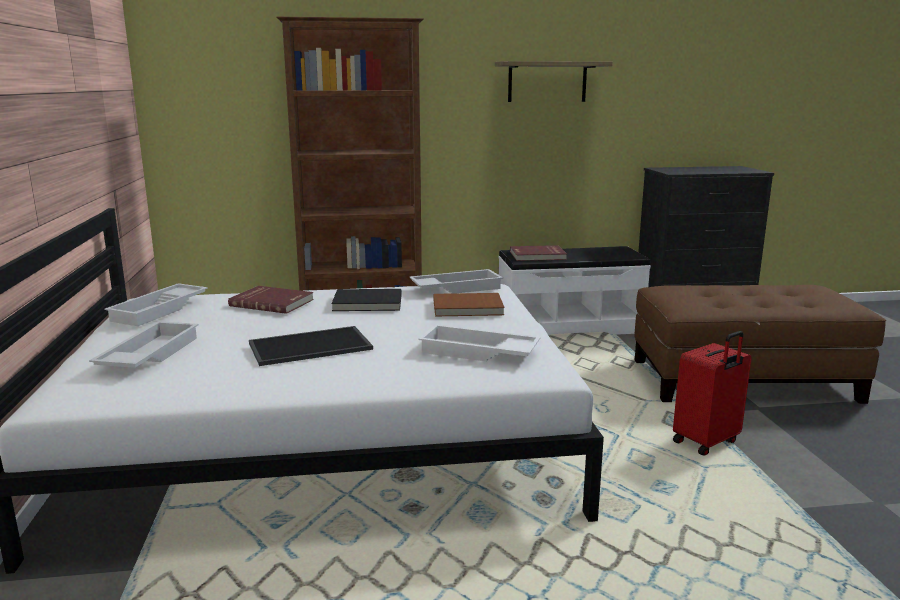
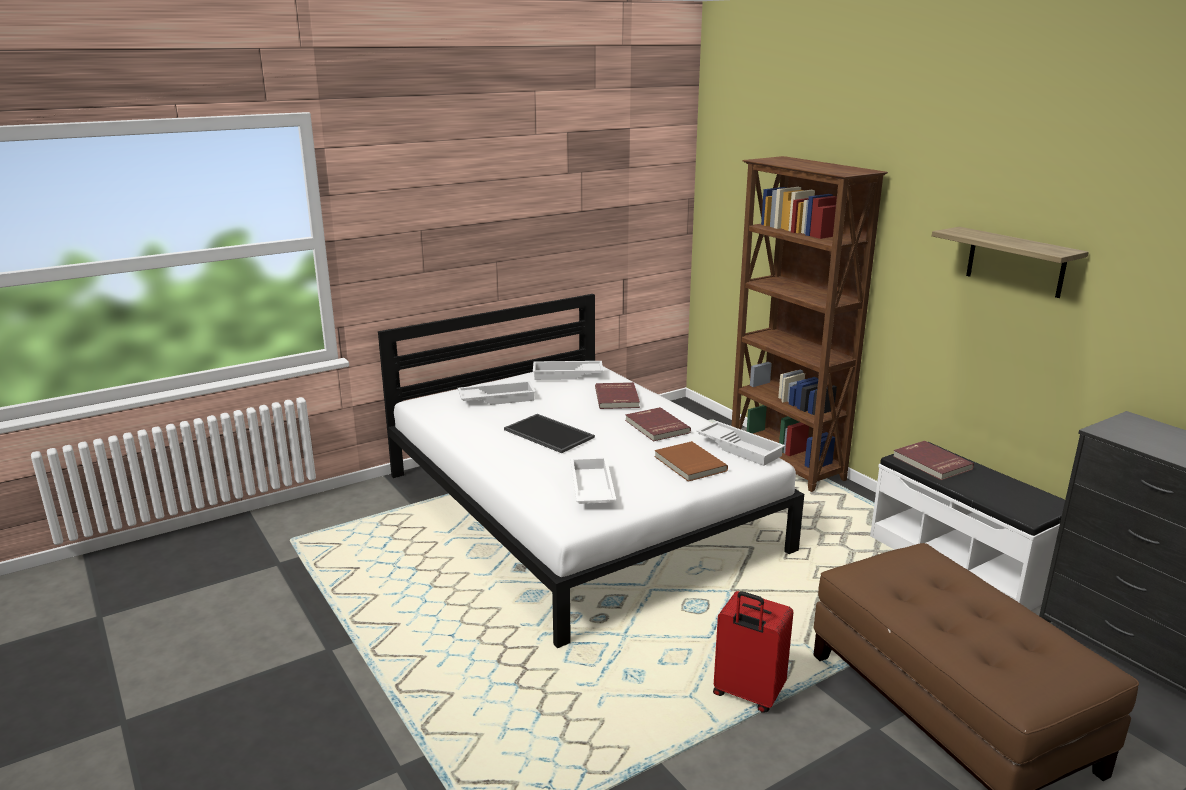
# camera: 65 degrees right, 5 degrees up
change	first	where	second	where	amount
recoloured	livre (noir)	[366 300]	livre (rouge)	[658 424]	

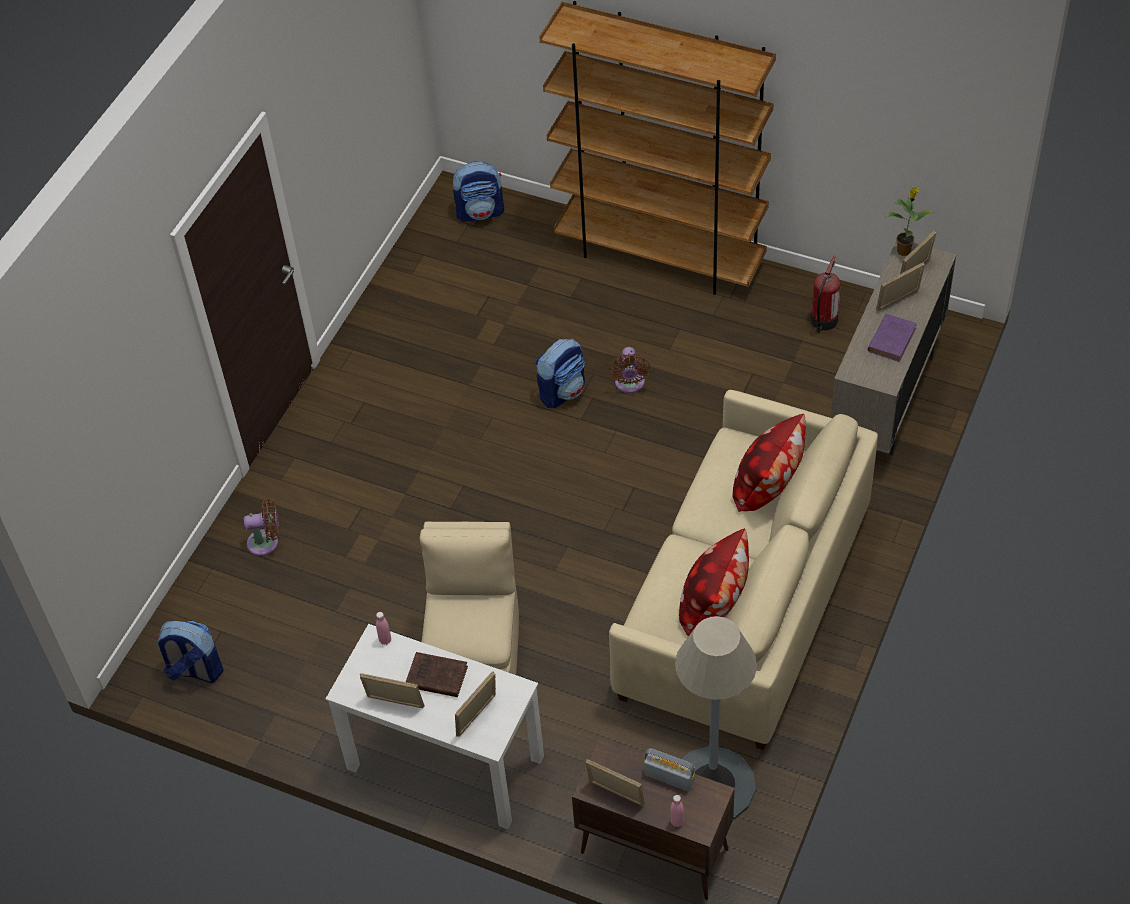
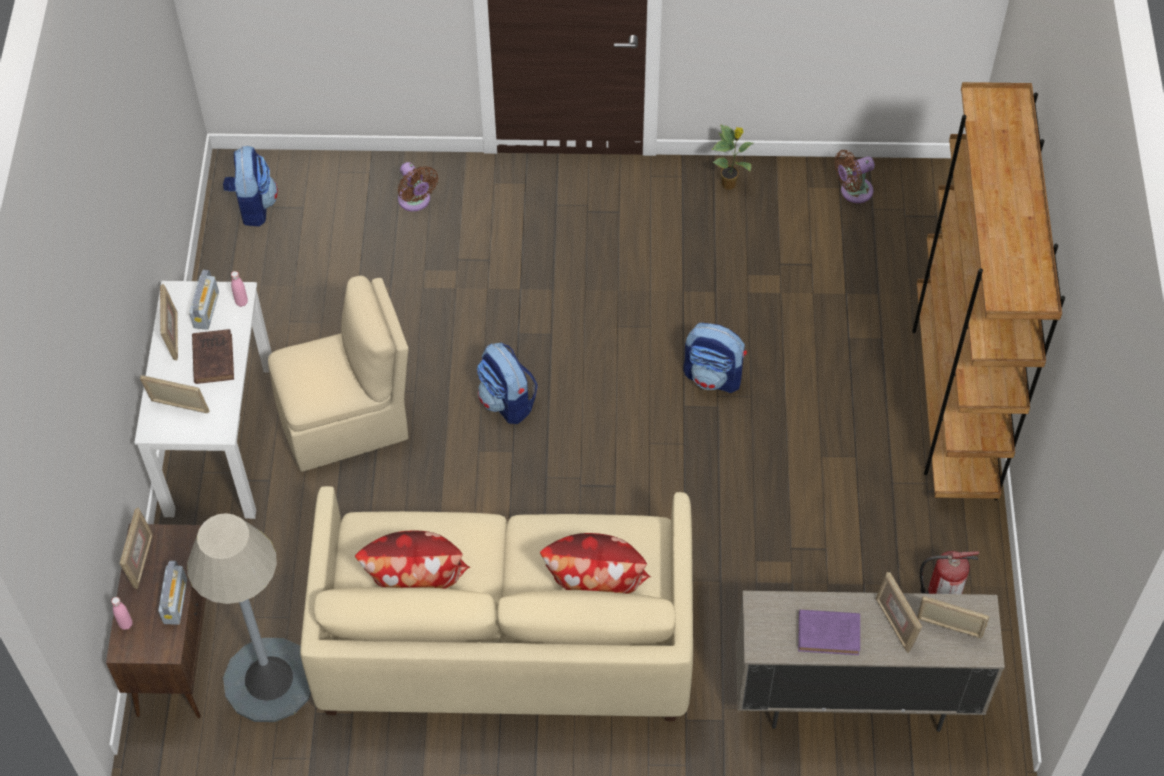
# camera: 65 degrees right, 5 degrees up
change	first	where	second	where	amount
added			radio	[204 300]	
moved	sac à dos	[478 191]		[507 383]	
moved	ventilateur (marron)	[629 370]		[854 176]	
moved	plante en pot	[909 221]		[733 157]	
turned	cadre photo	[900 286]		[899 612]	150 degrees counterclockwise

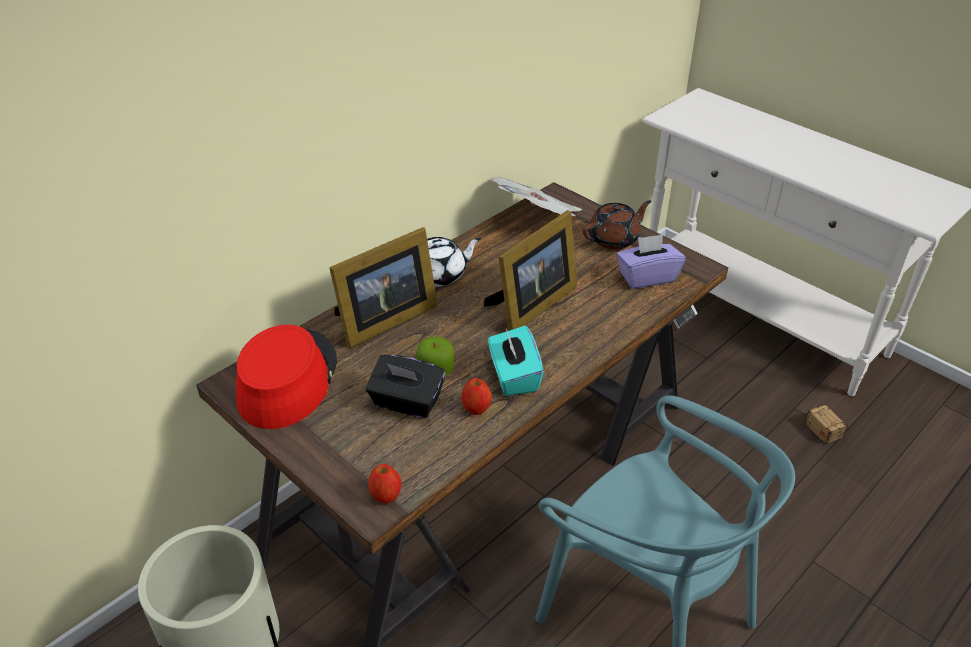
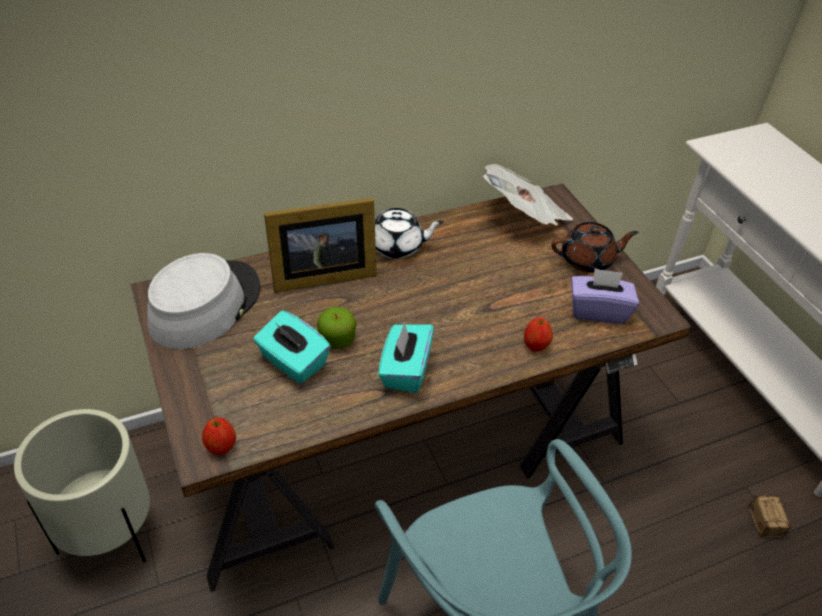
# camera: 20 degrees right, 5 degrees up
change	first	where	second	where	amount
removed	cadre photo	[530 270]			
moved	pomme	[476 396]		[538 335]	
recoloured	chapeau (rouge)	[286 377]	chapeau (gris)	[203 301]	
recoloured	boîte à mouchoirs (noir)	[405 386]	boîte à mouchoirs (turquoise)	[292 347]	

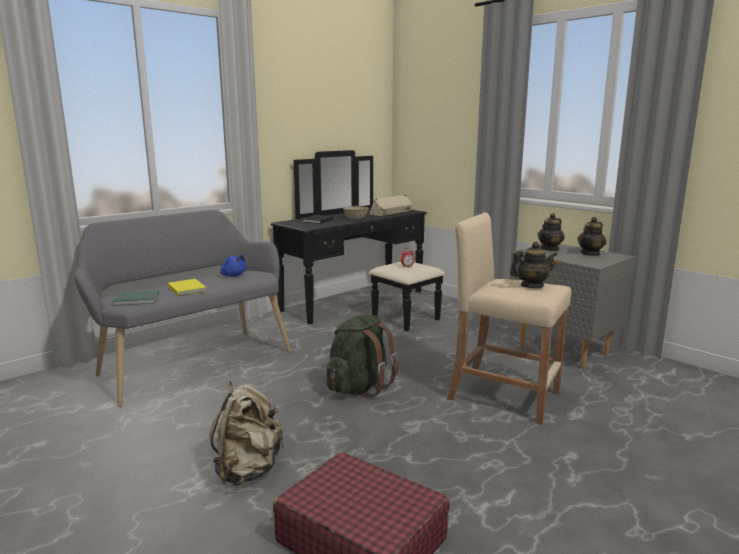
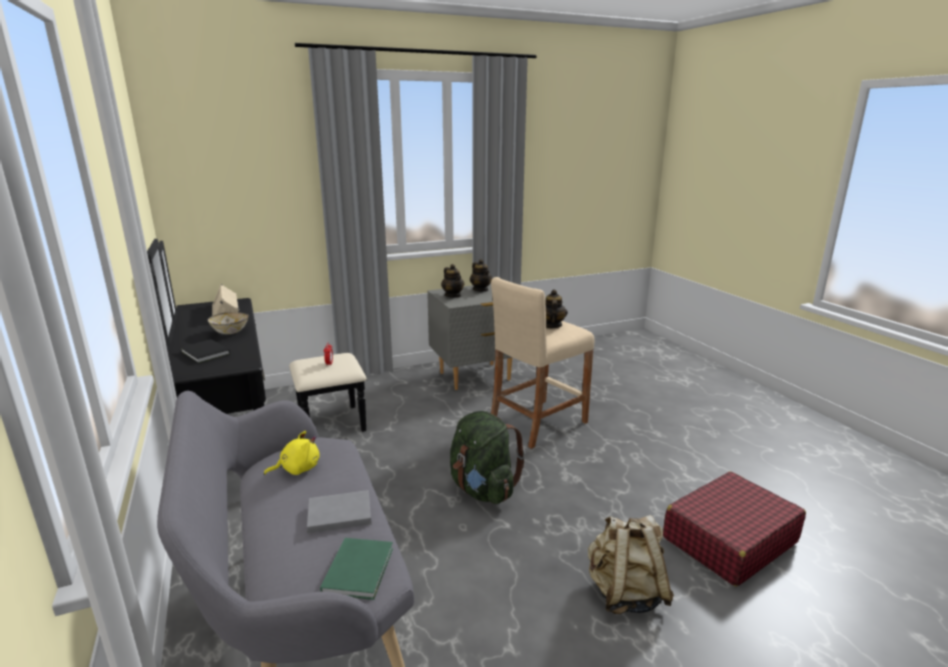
# camera: 70 degrees left, 5 degrees up
change	first	where	second	where	amount
recoloured	livre (jaune)	[187 287]	livre (gris)	[339 512]	
recoloured	peluche (bleu)	[233 266]	peluche (jaune)	[291 453]	

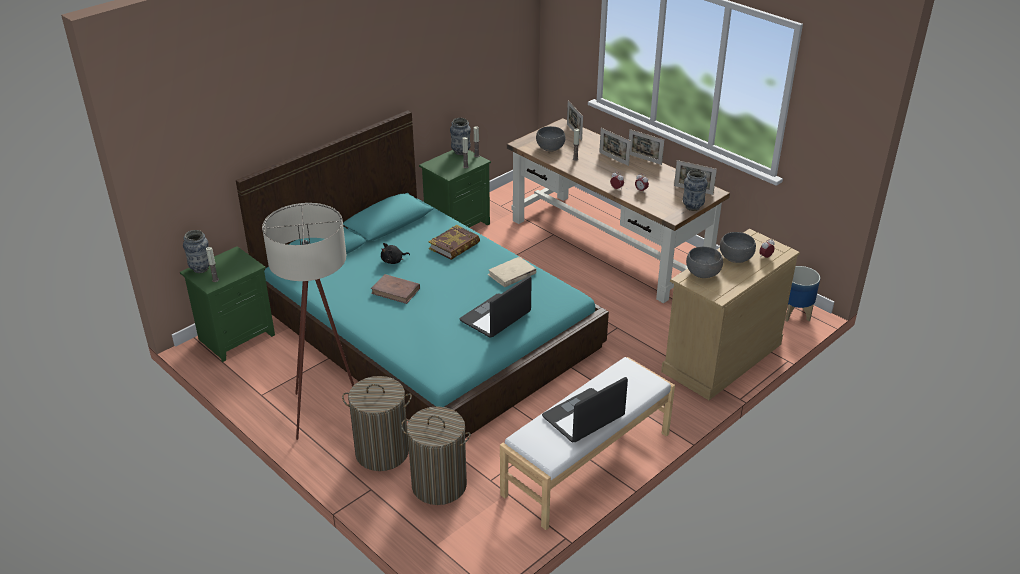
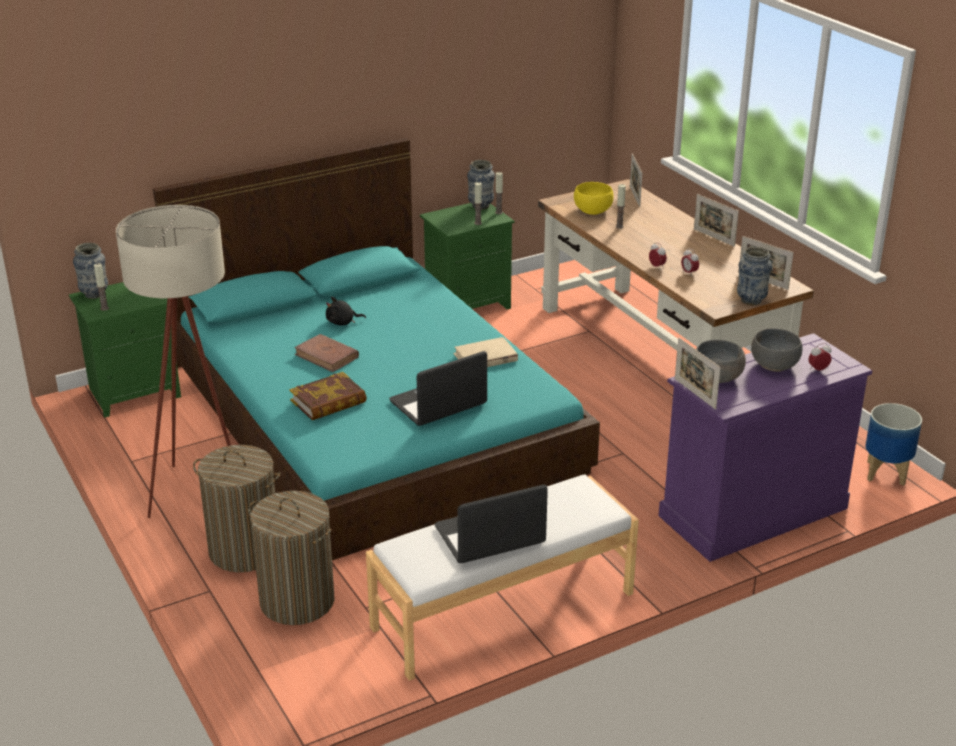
# camera: 15 degrees right, 5 degrees down
change	first	where	second	where	amount
moved	livre	[454 242]		[328 396]	
moved	cadre photo	[615 147]		[698 374]	
recoloured	bol (gris)	[550 138]	bol (jaune)	[594 198]	
recoloured	commode (beige)	[730 314]	commode (violet)	[765 447]	

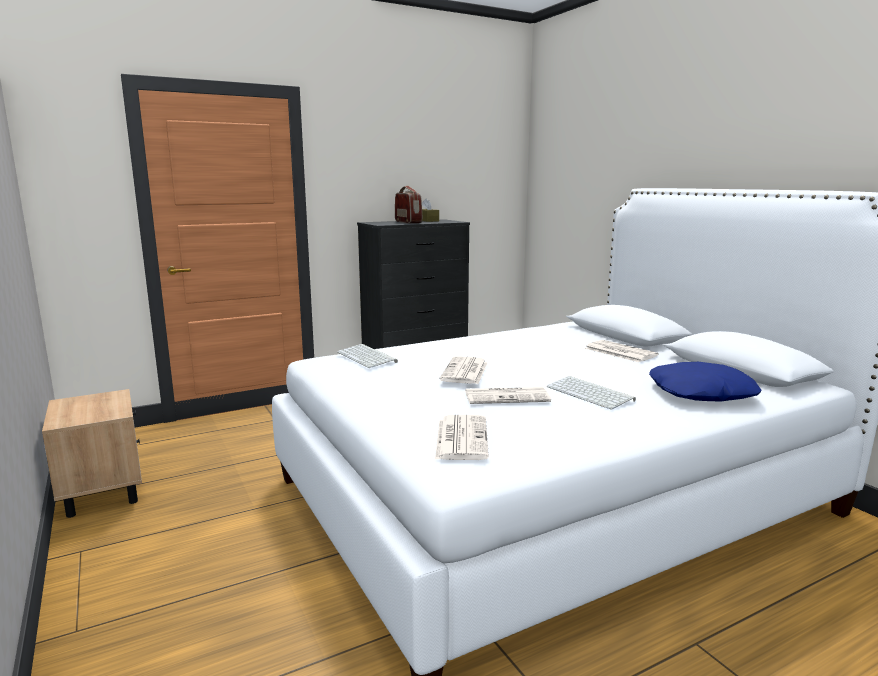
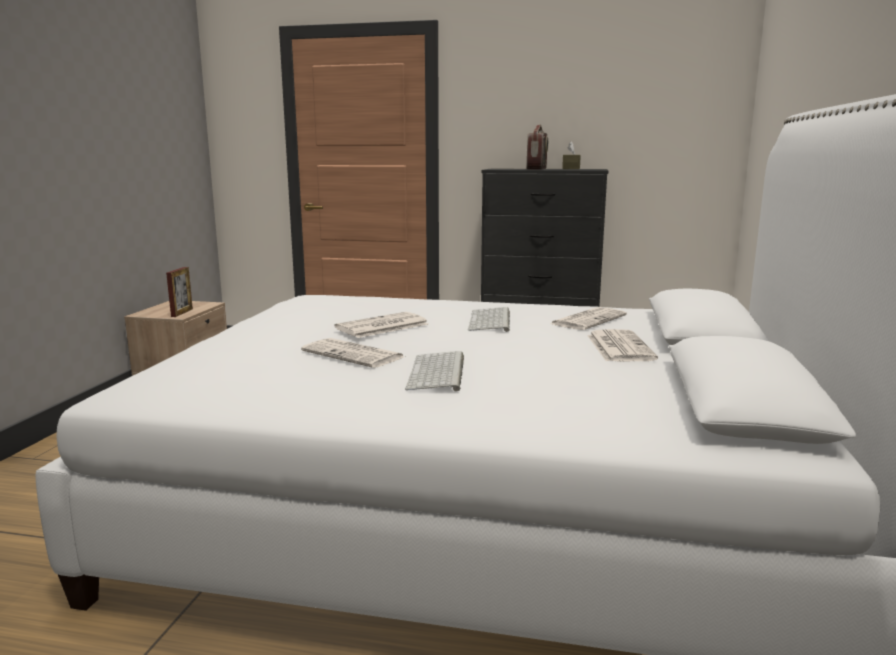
# camera: 40 degrees right, 0 degrees up
change	first	where	second	where	amount
removed	coussin (bleu)	[705 381]			
added			cadre photo	[179 292]	
moved	clavier	[367 356]		[489 319]	
moved	journal	[462 437]		[588 318]	

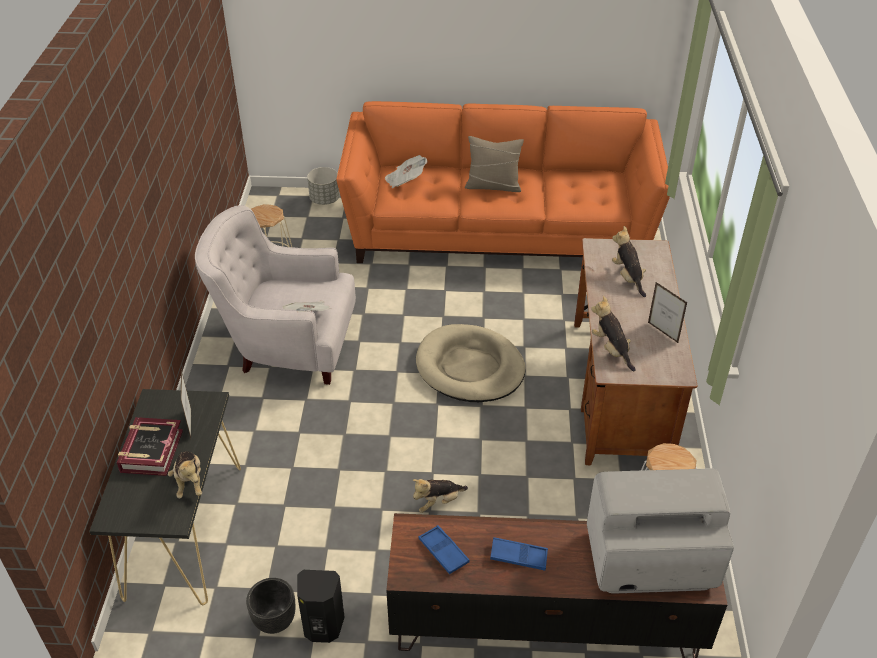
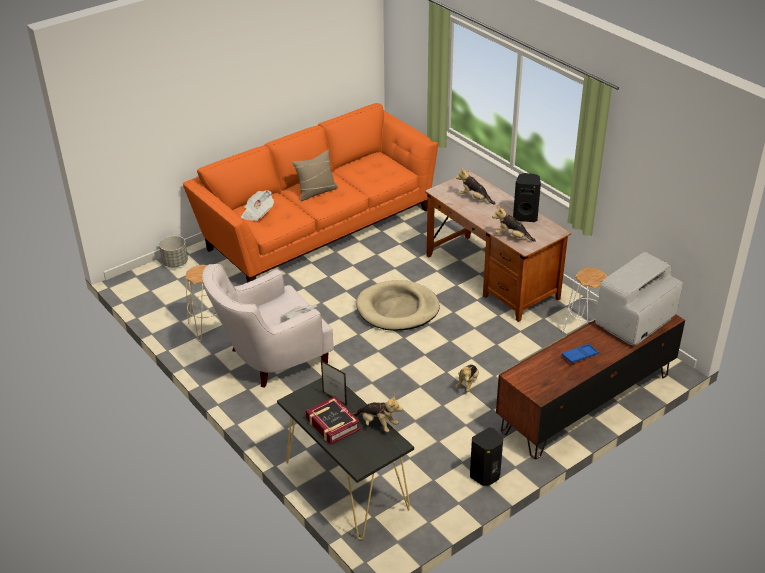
# camera: 40 degrees left, 5 degrees down
change	first	where	second	where	amount
removed	cache-pot (noir)	[270 606]			
removed	plateau (bleu)	[444 549]			
replaced	cadre photo	[668 312]	enceinte (noir)	[527 197]	

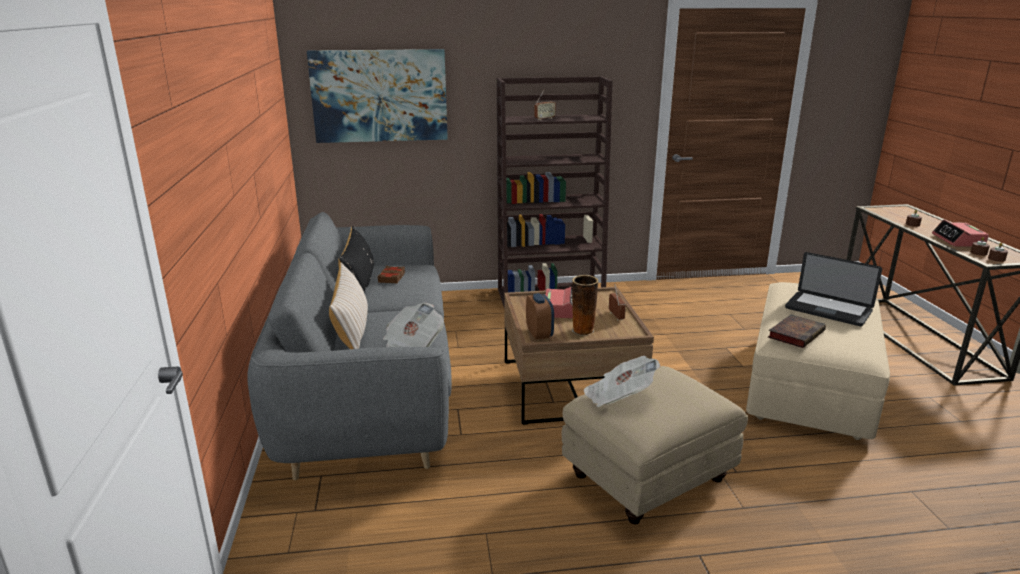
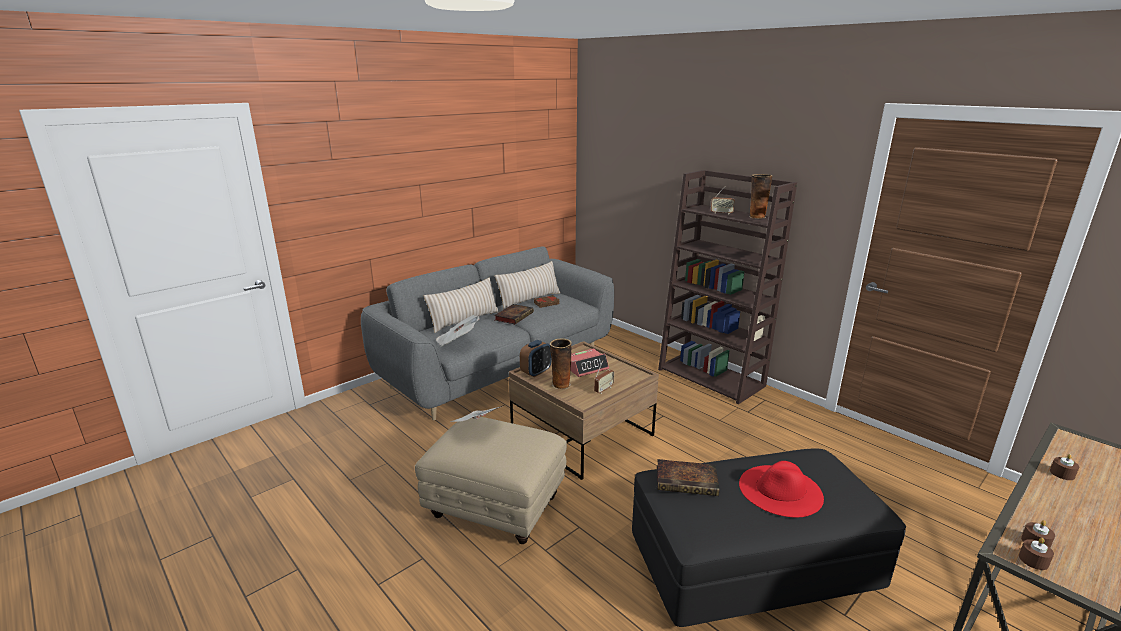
# camera: 55 degrees right, 0 degrees up
change	first	where	second	where	amount
removed	tableau	[377 96]			
removed	réveil	[960 233]			
added			livre	[514 314]	
added			vase	[761 196]	
replaced	ordinateur portable	[833 289]	chapeau (rouge)	[781 489]	
recoloured	coussin (noir)	[356 259]	coussin (beige)	[527 285]	
recoloured	pouf (beige)	[818 361]	pouf (noir)	[769 538]	

